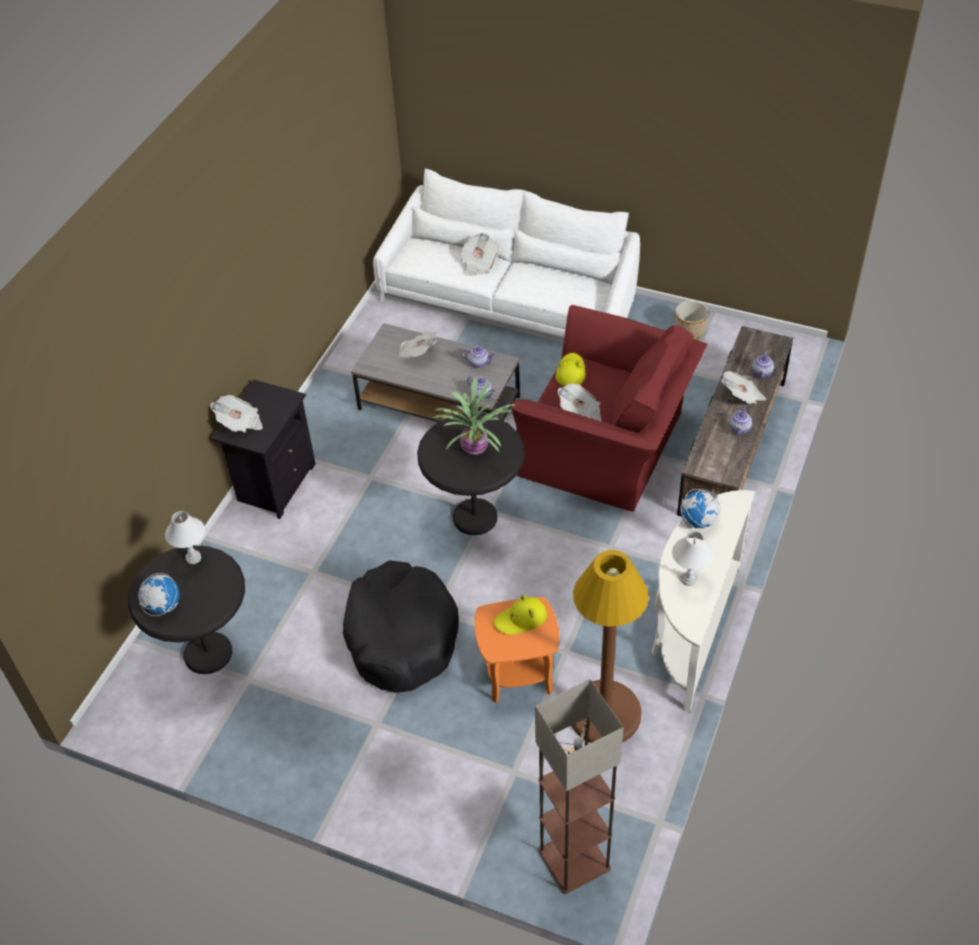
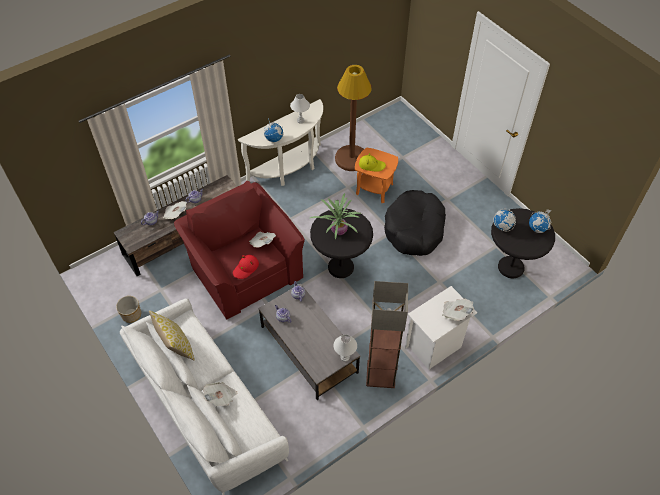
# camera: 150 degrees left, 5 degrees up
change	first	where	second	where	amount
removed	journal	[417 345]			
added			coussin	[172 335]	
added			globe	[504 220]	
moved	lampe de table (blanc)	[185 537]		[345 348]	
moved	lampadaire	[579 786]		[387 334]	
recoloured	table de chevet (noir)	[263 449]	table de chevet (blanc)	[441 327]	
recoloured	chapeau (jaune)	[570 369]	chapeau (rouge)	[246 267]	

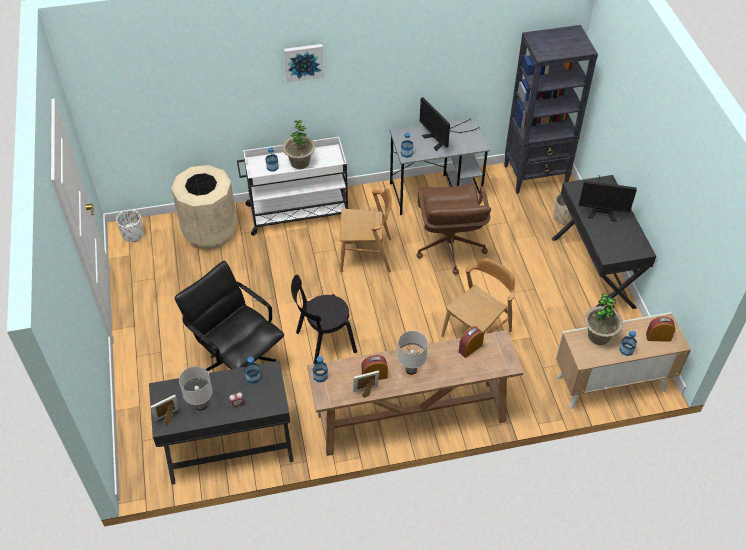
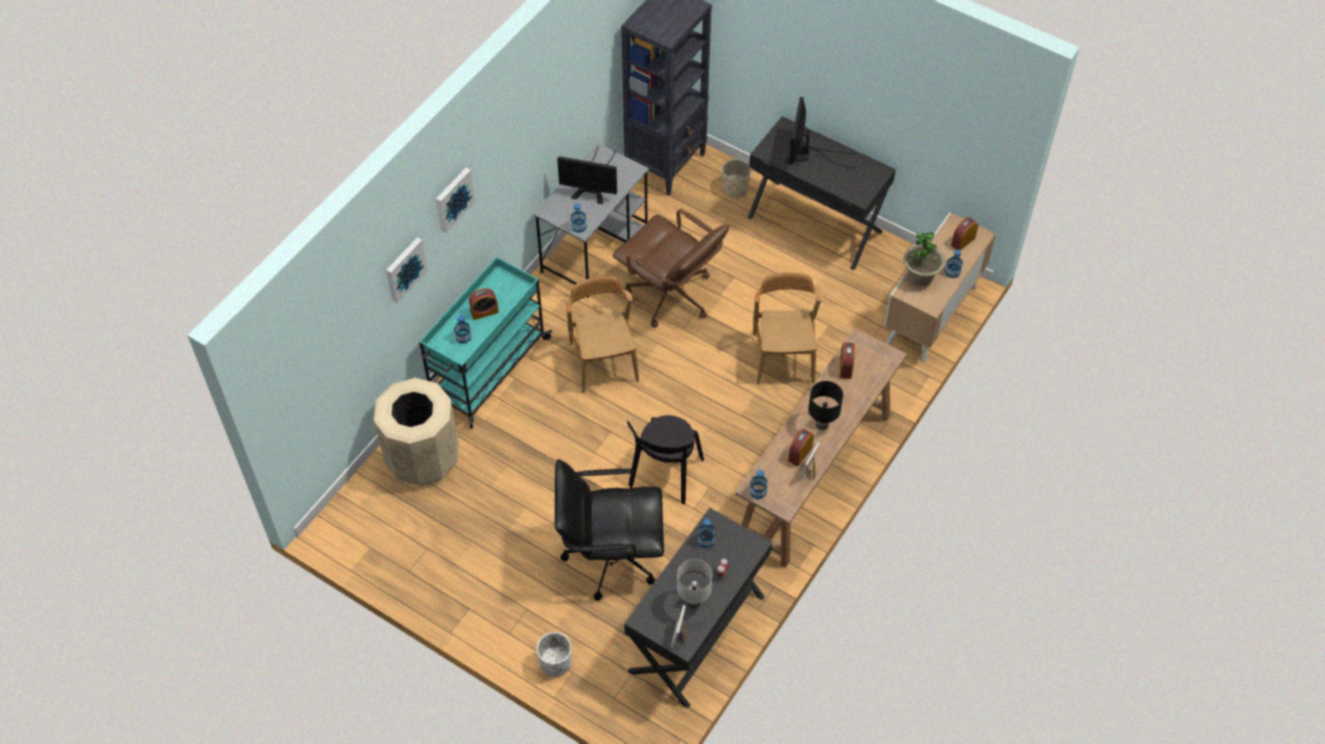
# camera: 45 degrees left, 5 degrees up
change	first	where	second	where	amount
added			tableau	[407 270]	
moved	cache-pot (blanc)	[130 226]		[554 654]	
replaced	plante en pot	[298 144]	réveil	[484 304]	
recoloured	chariot (blanc)	[292 186]	chariot (turquoise)	[485 343]	
recoloured	lampe de table (blanc)	[413 353]	lampe de table (noir)	[825 405]	
turned	chaise (marron)	[366 231]		[602 334]	60 degrees counterclockwise
turned	écran d'ordinateur	[608 198]		[821 132]	135 degrees clockwise

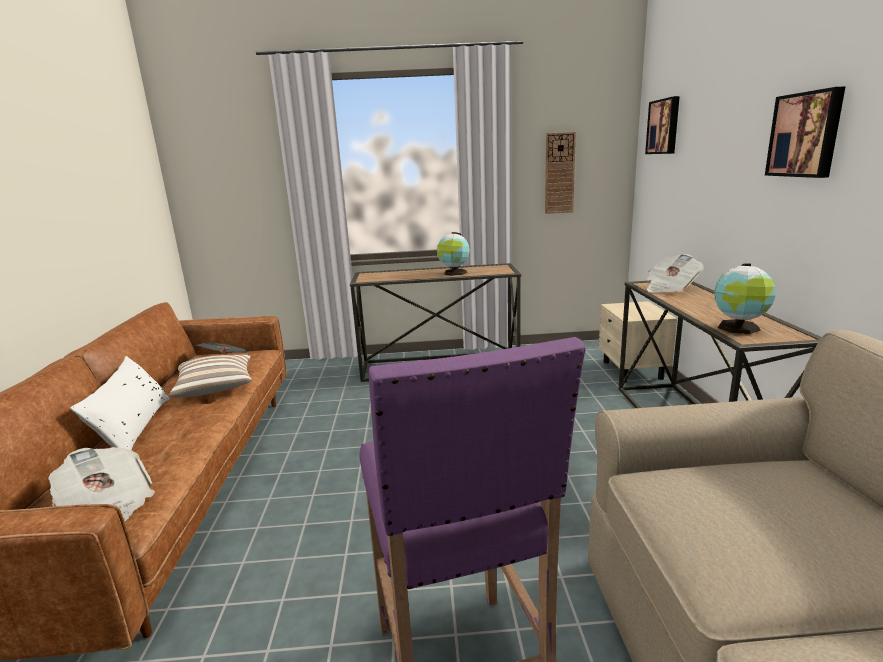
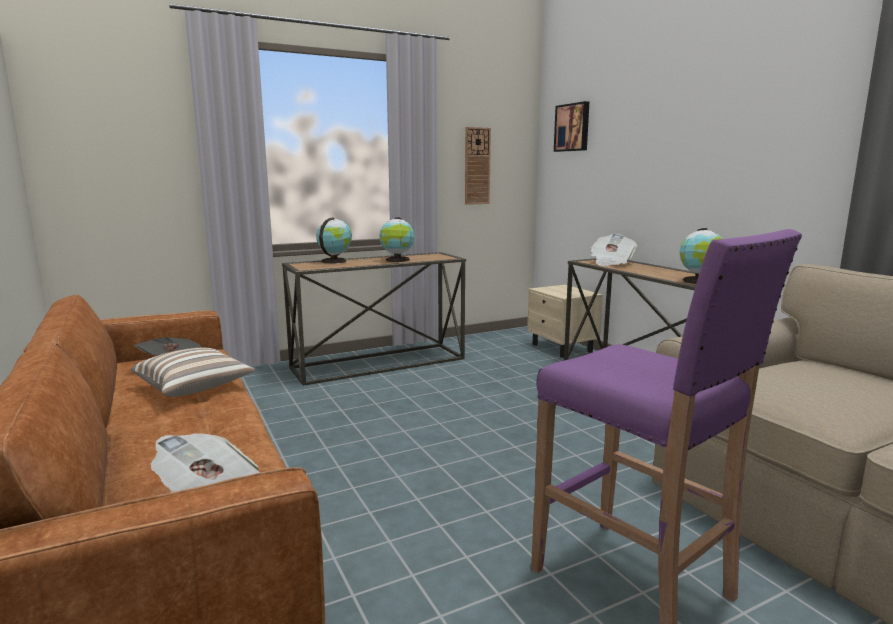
# camera: 25 degrees left, 5 degrees down
change	first	where	second	where	amount
removed	coussin (blanc)	[120 403]			
removed	tableau	[805 132]			
added			globe	[334 240]	

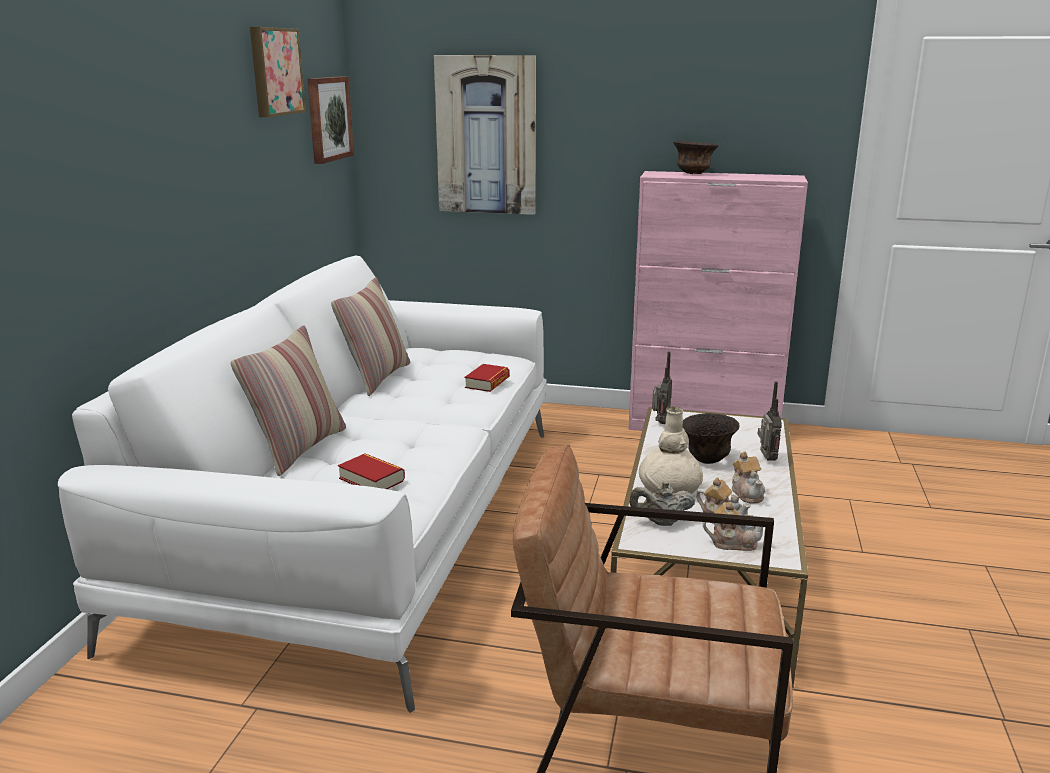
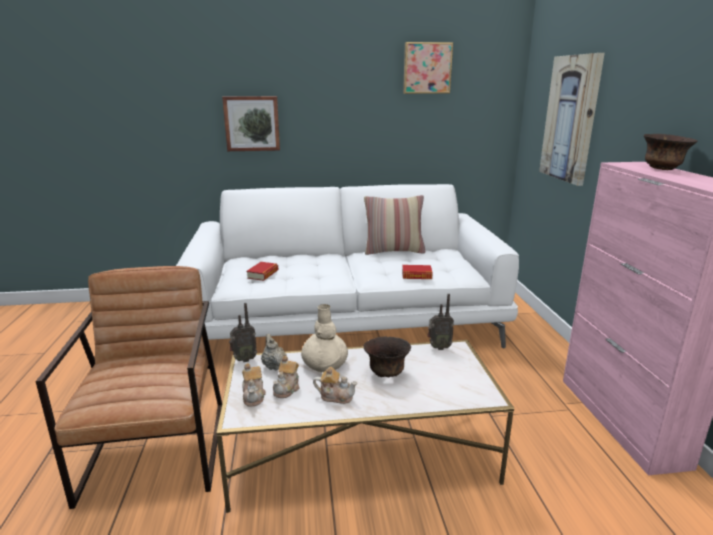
# camera: 70 degrees right, 0 degrees up
change	first	where	second	where	amount
removed	coussin	[288 400]			
moved	tableau	[330 120]		[251 123]	
moved	radio	[770 421]		[243 332]	
turned	théière	[748 477]		[335 385]	135 degrees counterclockwise

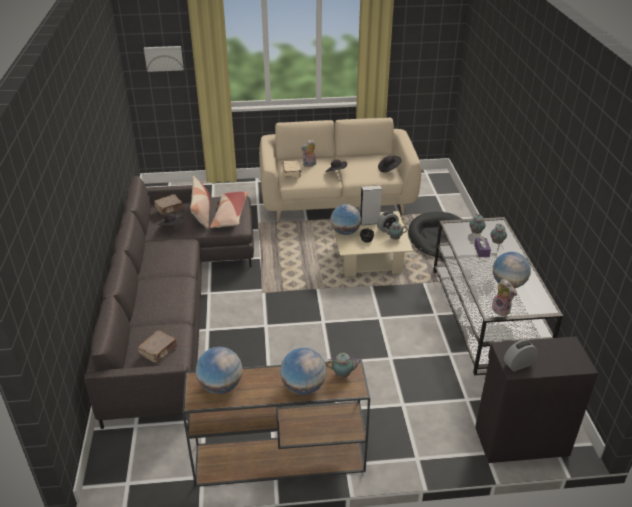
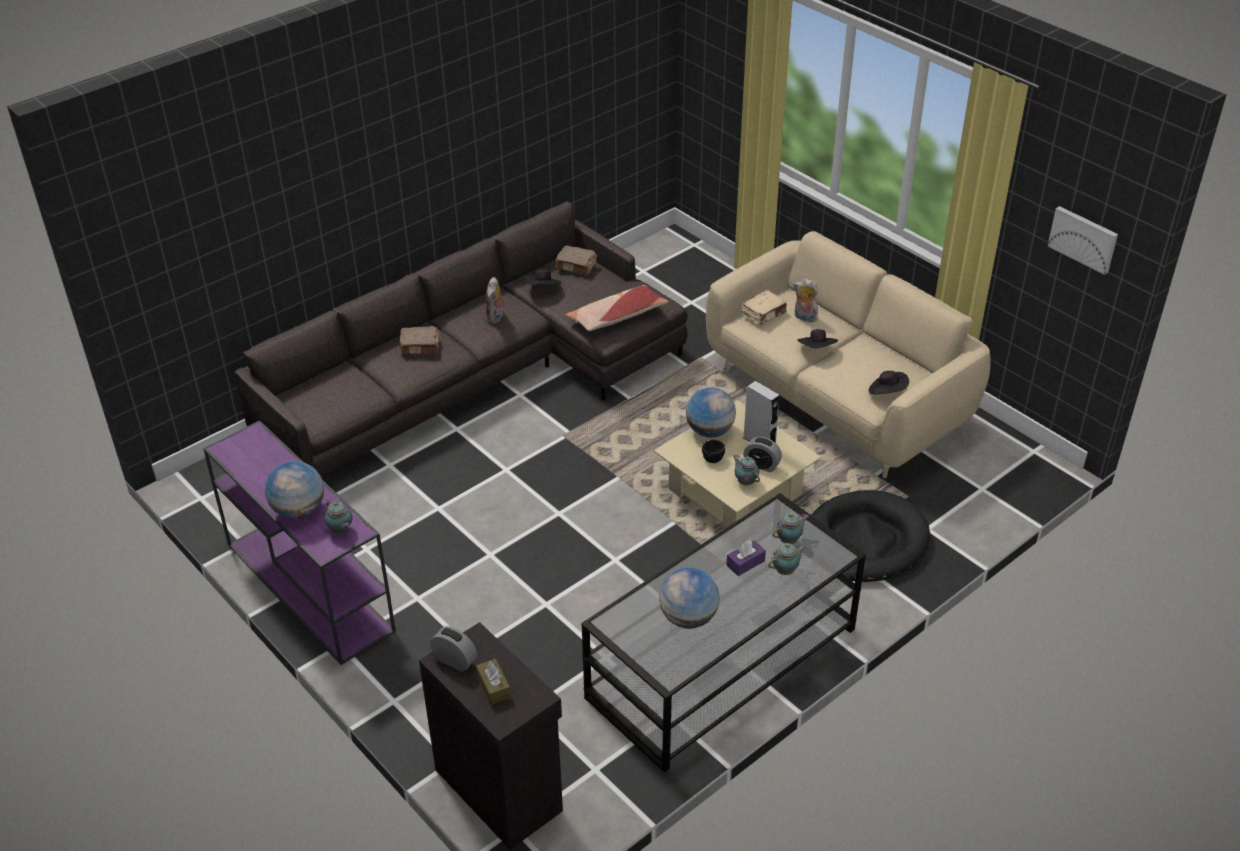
# camera: 55 degrees right, 5 degrees up
change	first	where	second	where	amount
removed	coussin	[200 202]			
removed	globe	[219 370]			
added			boîte à mouchoirs (marron)	[493 682]	
moved	livre (marron)	[157 346]		[420 340]	
moved	tableau	[164 59]		[1083 240]	
moved	peluche	[504 297]		[496 300]	
recoloured	table console (marron)	[276 423]	table console (violet)	[299 542]	

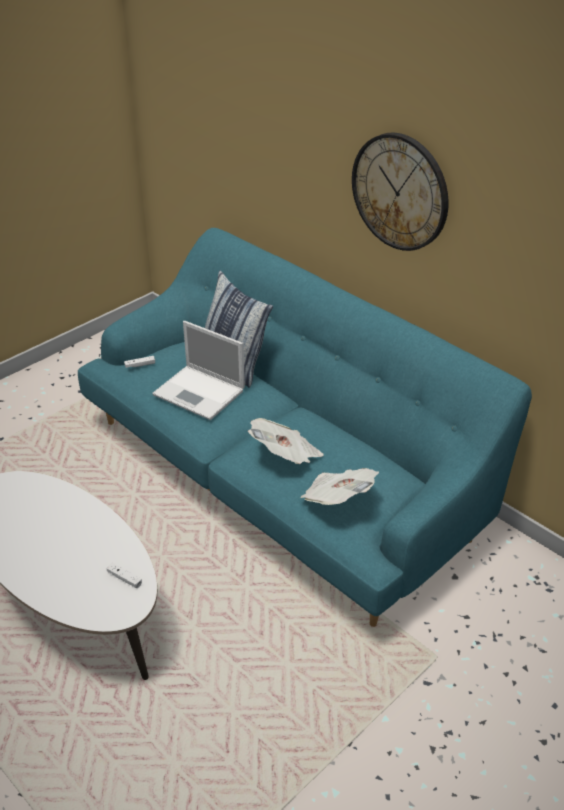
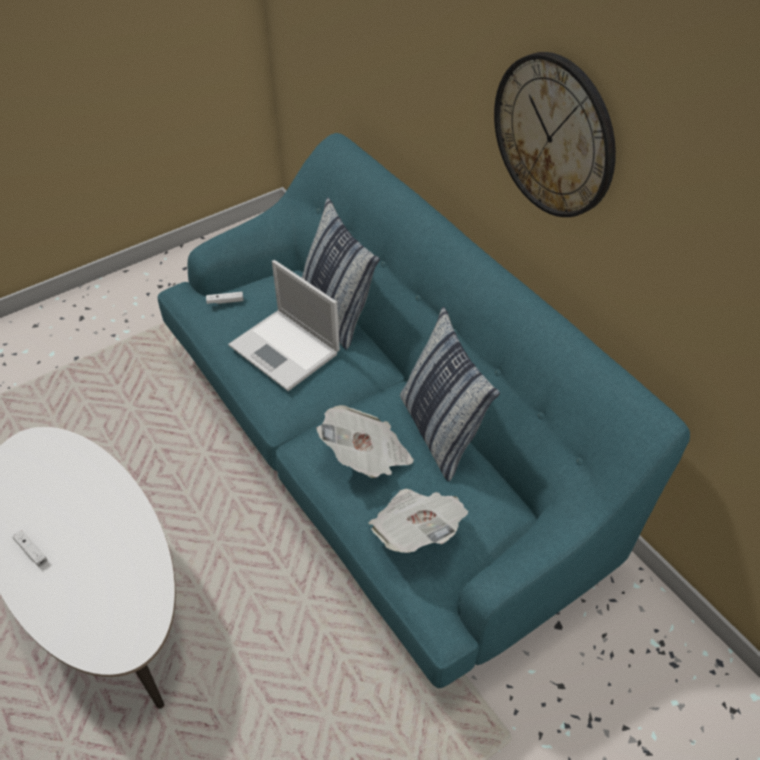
# camera: 10 degrees right, 10 degrees up
change	first	where	second	where	amount
added			coussin	[450 394]	
moved	manette (blanc)	[124 575]		[29 548]	

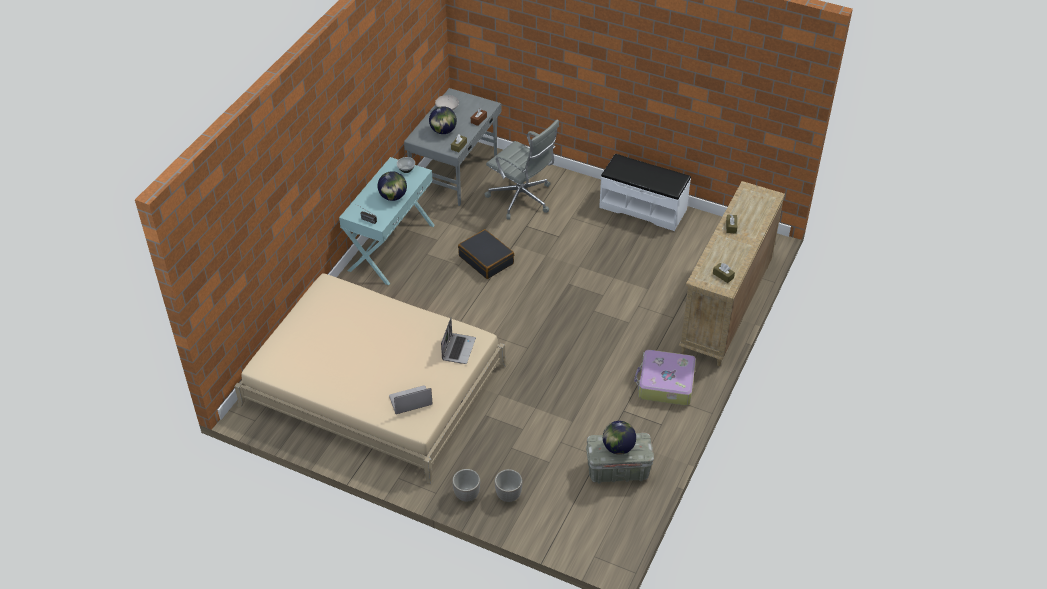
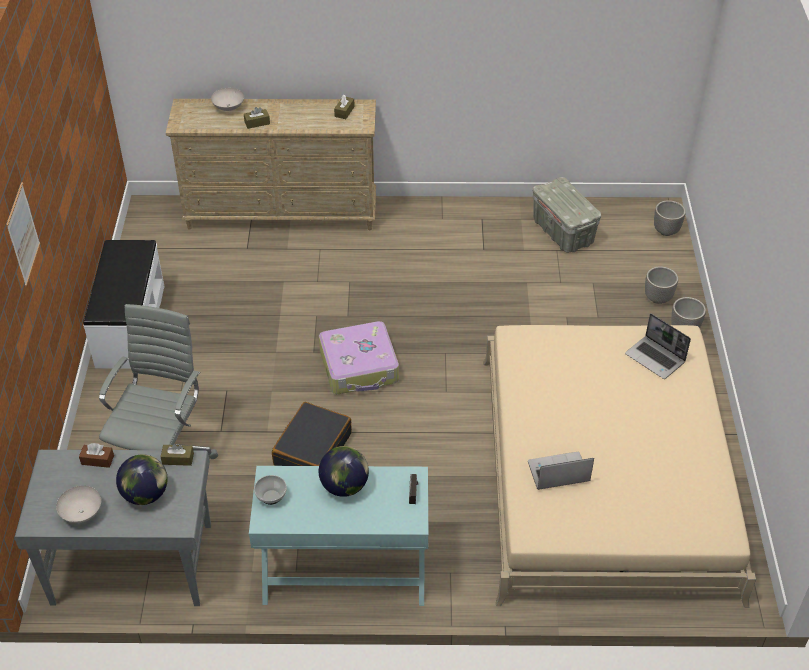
# camera: 115 degrees left, 0 degrees up
change	first	where	second	where	amount
removed	globe	[619 438]			
added			tableau	[23 234]	
added			bol (blanc)	[227 99]	
added			cache-pot	[670 218]	
moved	ordinateur portable	[458 341]		[561 471]	
moved	valise	[665 377]		[359 357]	

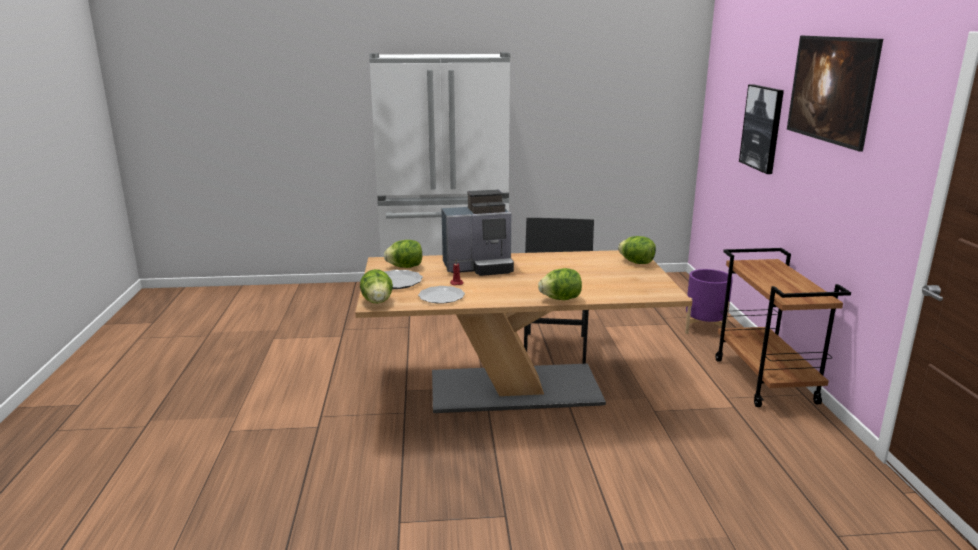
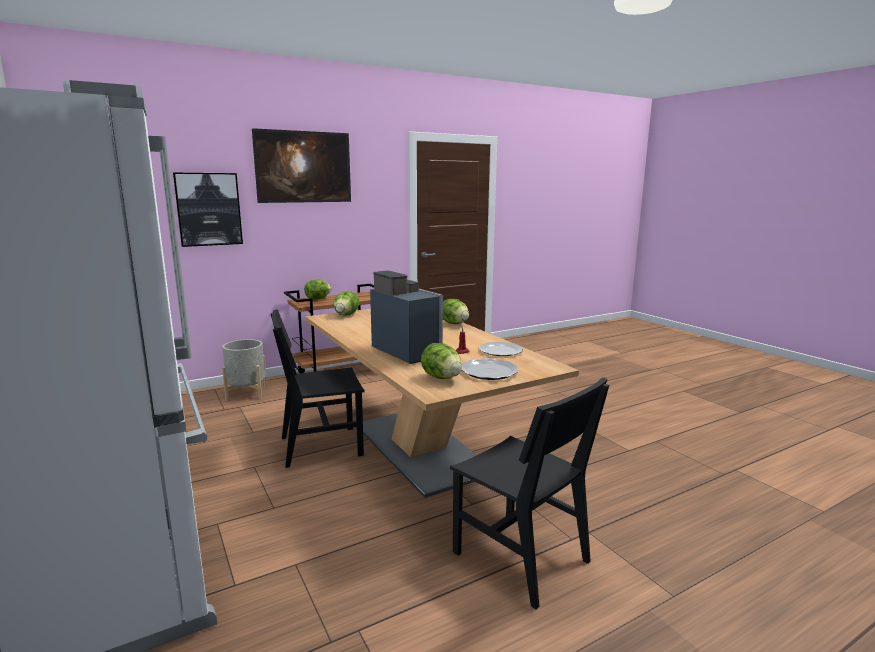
# camera: 115 degrees left, 5 degrees down
change	first	where	second	where	amount
added			chaise (noir)	[529 493]	
moved	laitue	[376 286]		[318 289]	
recoloured	cache-pot (violet)	[709 301]	cache-pot (gris)	[244 370]	

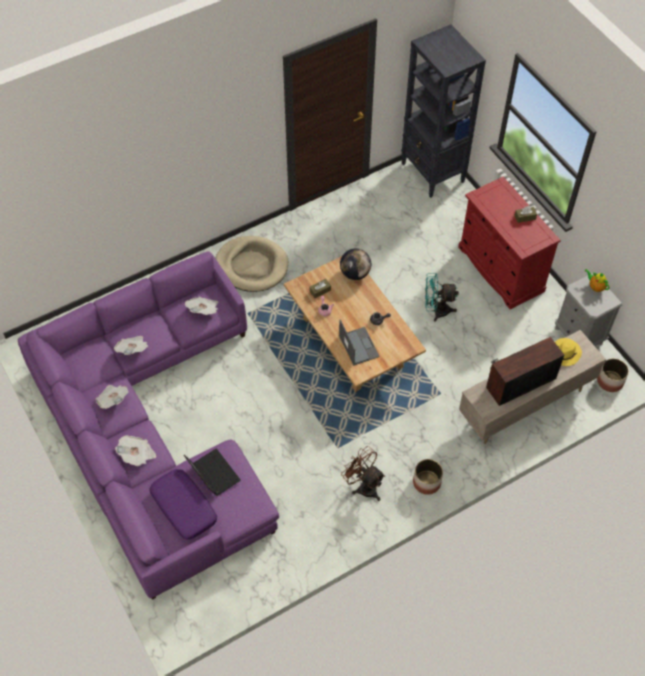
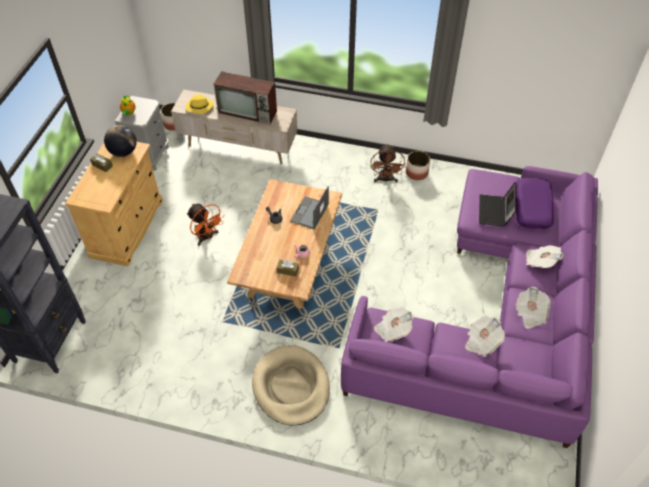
# camera: 135 degrees left, 5 degrees down
change	first	where	second	where	amount
moved	globe	[355 264]		[120 141]	
moved	cache-pot	[428 477]		[418 165]	
recoloured	ventilateur (turquoise)	[442 297]	ventilateur (orange)	[206 225]	
recoloured	meuble de rangement (rouge)	[509 243]	meuble de rangement (beige)	[114 204]	

